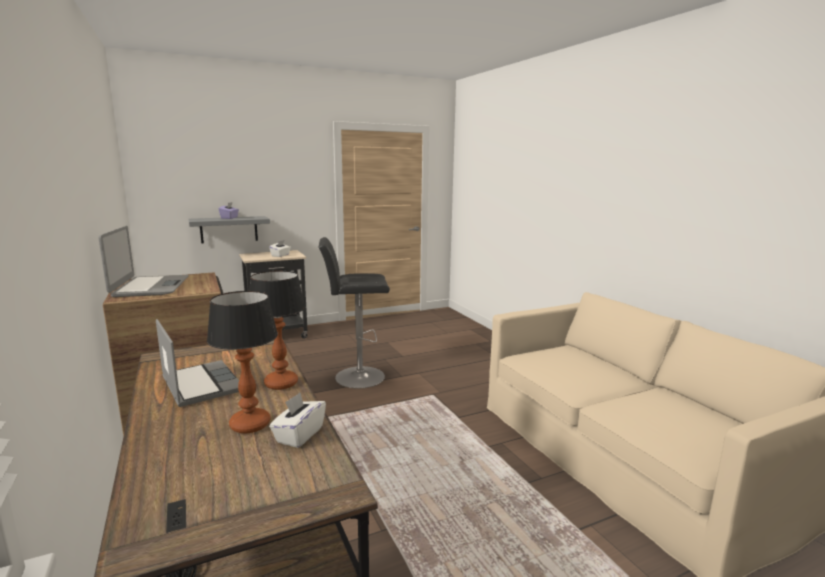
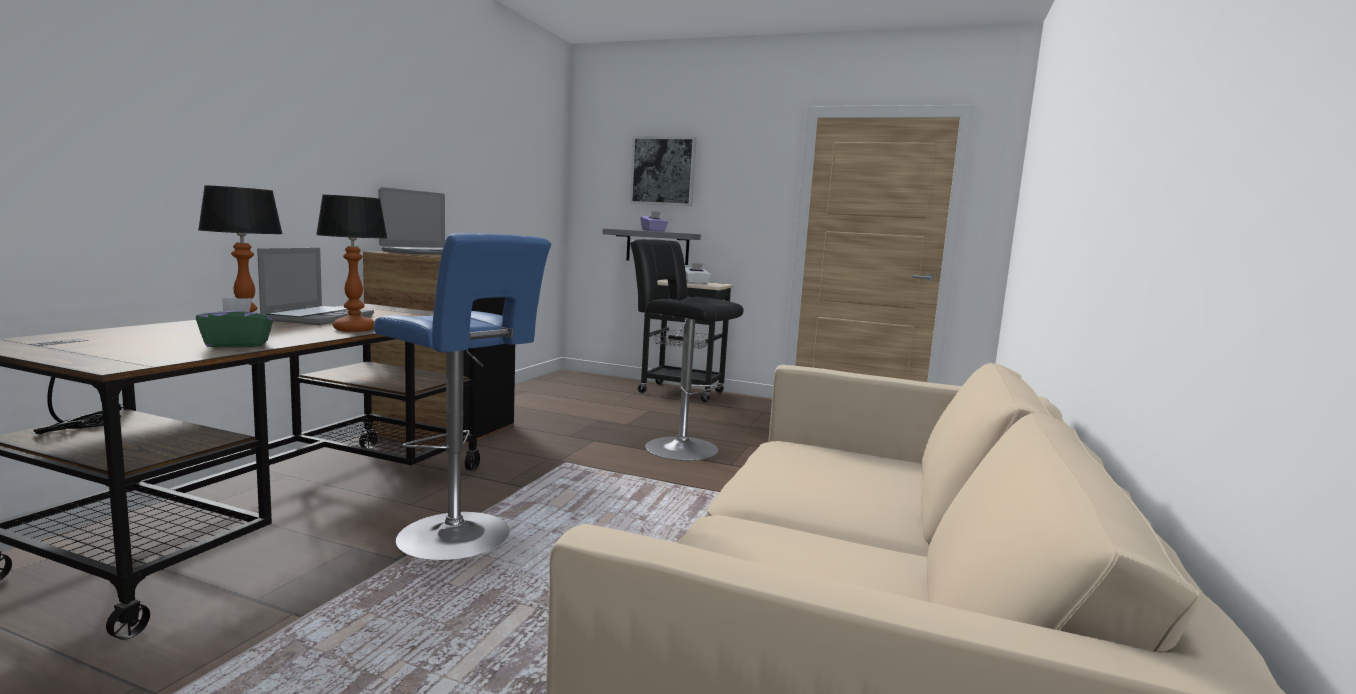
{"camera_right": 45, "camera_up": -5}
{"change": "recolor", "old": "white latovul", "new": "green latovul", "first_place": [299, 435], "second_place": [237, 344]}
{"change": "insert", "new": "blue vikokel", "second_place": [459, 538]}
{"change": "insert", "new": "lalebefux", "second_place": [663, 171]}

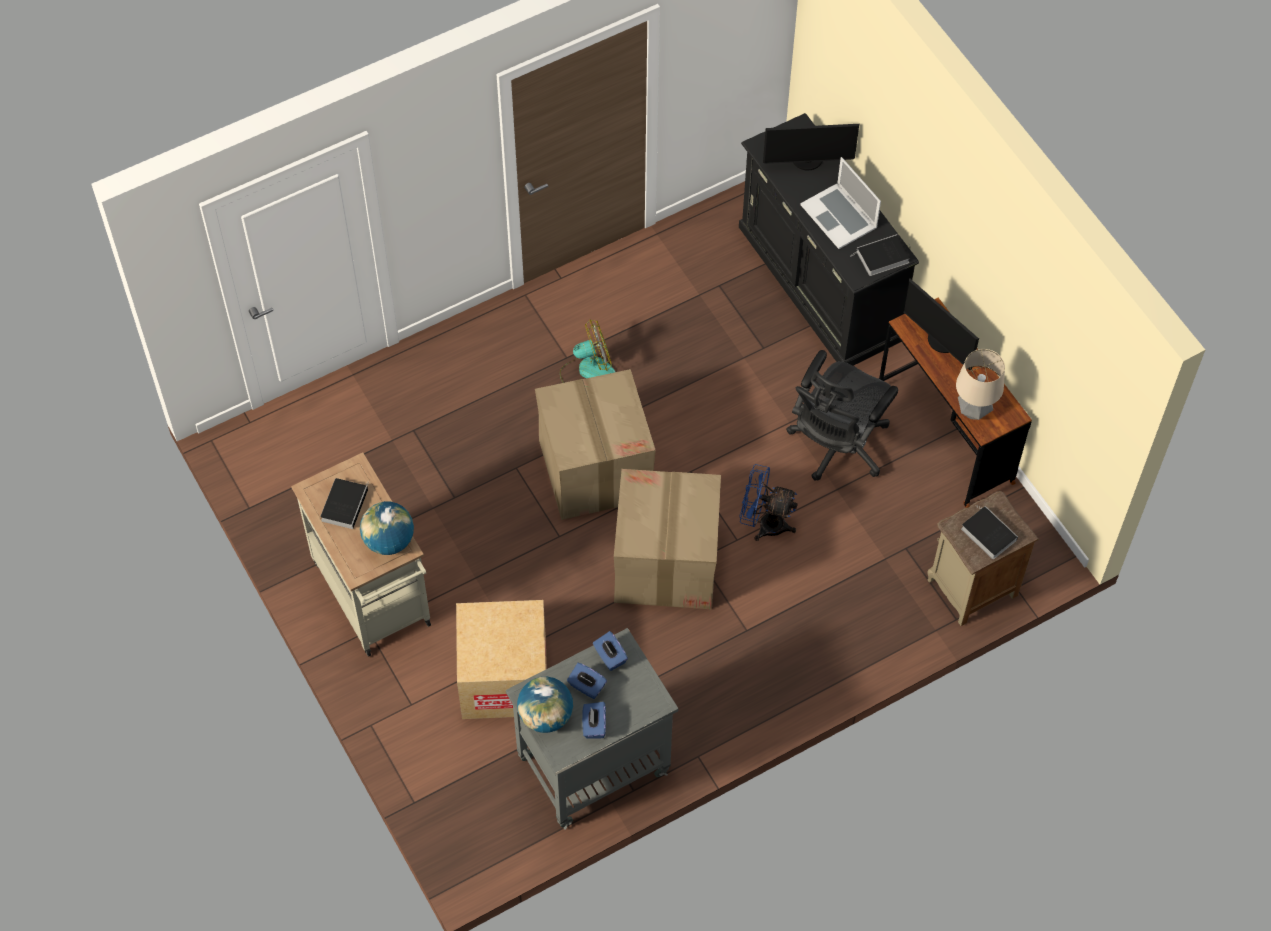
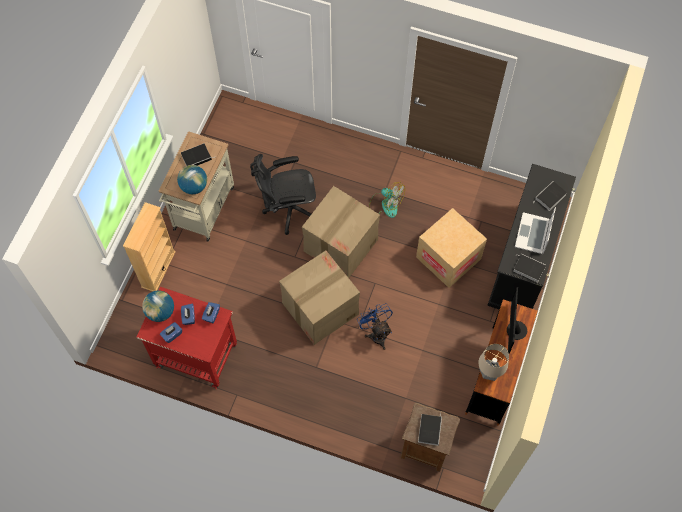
{"camera_right": 50, "camera_up": 5}
{"change": "move", "old": "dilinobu", "first_place": [504, 678], "second_place": [448, 258]}
{"change": "recolor", "old": "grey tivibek", "new": "red tivibek", "first_place": [592, 766], "second_place": [196, 356]}
{"change": "replace", "old": "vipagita", "new": "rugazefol", "first_place": [807, 160], "second_place": [550, 197]}
{"change": "move", "old": "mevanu", "first_place": [836, 447], "second_place": [287, 209]}
{"change": "insert", "new": "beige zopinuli", "second_place": [158, 269]}

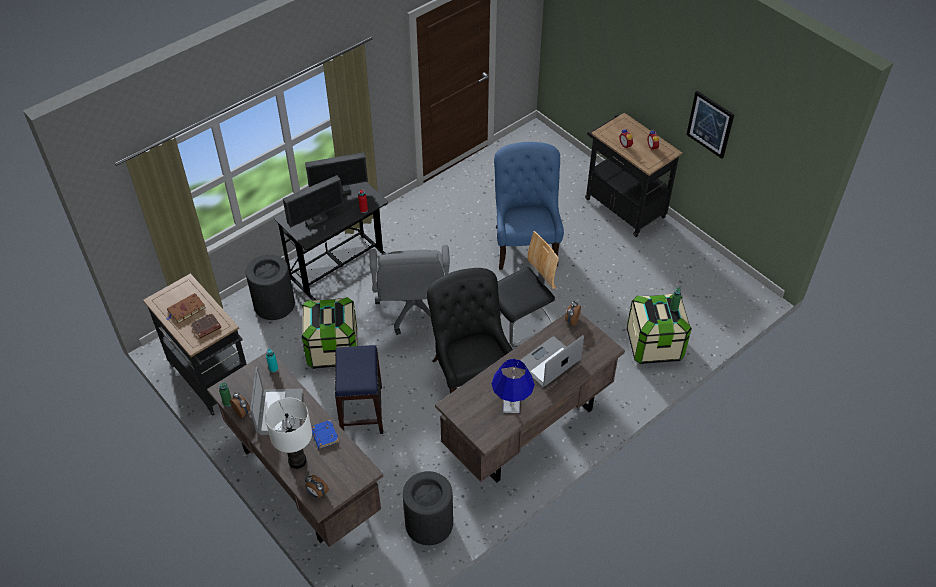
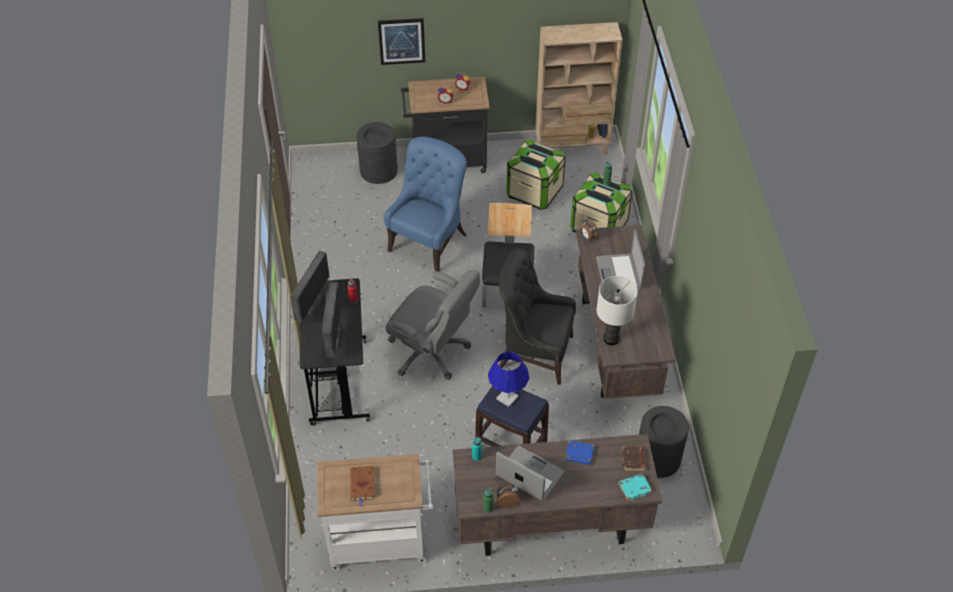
{"camera_right": -55, "camera_up": 0}
{"change": "recolor", "old": "black tivibek", "new": "white tivibek", "first_place": [212, 379], "second_place": [381, 542]}
{"change": "move", "old": "brown rugazefol", "first_place": [206, 328], "second_place": [634, 460]}
{"change": "move", "old": "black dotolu", "first_place": [274, 304], "second_place": [378, 170]}
{"change": "move", "old": "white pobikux", "first_place": [297, 460], "second_place": [611, 338]}
{"change": "move", "old": "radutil", "first_place": [333, 349], "second_place": [534, 192]}
{"change": "replace", "old": "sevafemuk", "new": "turquoise rugazefol", "first_place": [317, 493], "second_place": [635, 488]}
{"change": "move", "old": "blue pobikux", "first_place": [511, 406], "second_place": [507, 398]}
{"change": "rotate", "old": "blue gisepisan", "first_place": [525, 245], "second_place": [429, 242], "degrees": 90}
{"change": "move", "old": "lalebefux", "first_place": [710, 124], "second_place": [401, 41]}
{"change": "insert", "new": "beige zopinuli", "second_place": [572, 147]}

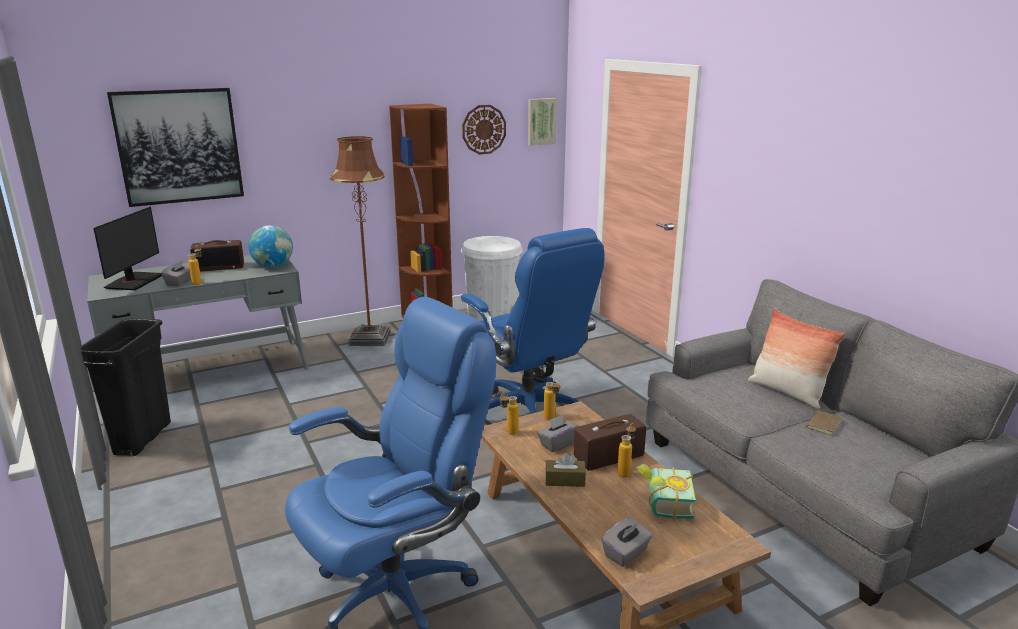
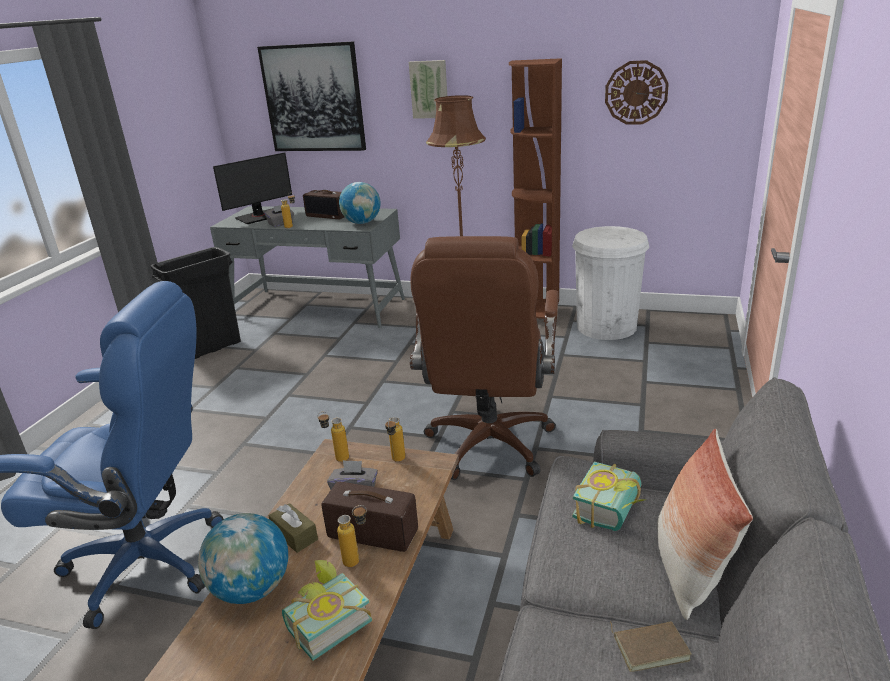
{"camera_right": 45, "camera_up": 5}
{"change": "recolor", "old": "blue mevanu", "new": "brown mevanu", "first_place": [529, 413], "second_place": [489, 446]}
{"change": "move", "old": "lalebefux", "first_place": [541, 121], "second_place": [429, 89]}
{"change": "delete", "old": "grey latovul", "first_place": [626, 553]}
{"change": "insert", "new": "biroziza", "second_place": [251, 589]}
{"change": "insert", "new": "rugazefol", "second_place": [613, 512]}

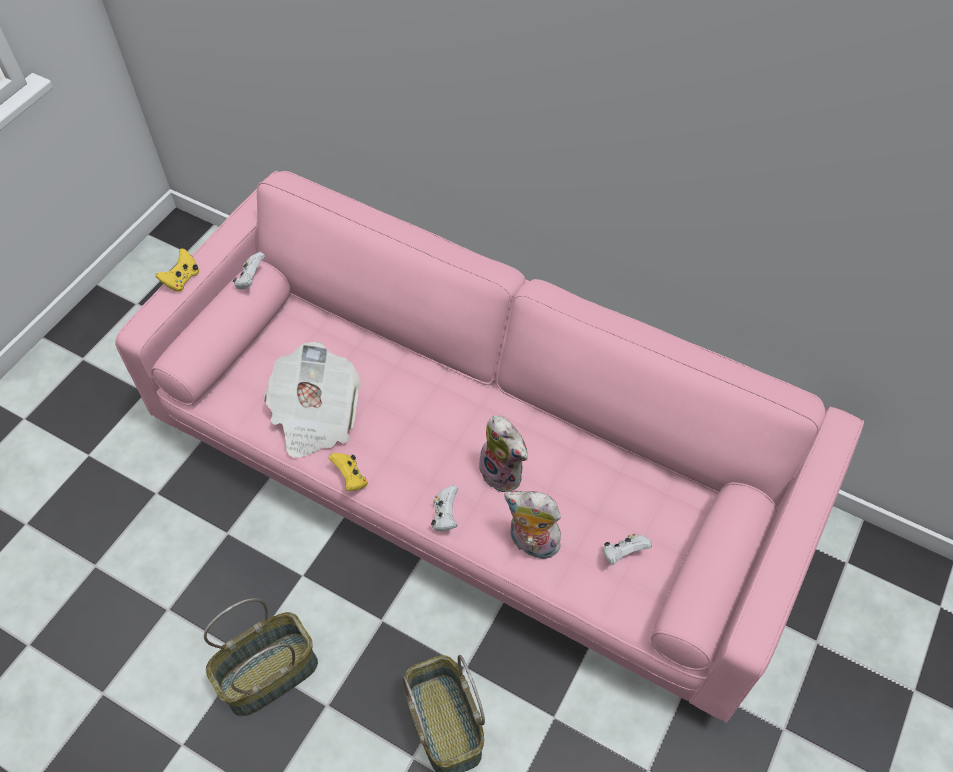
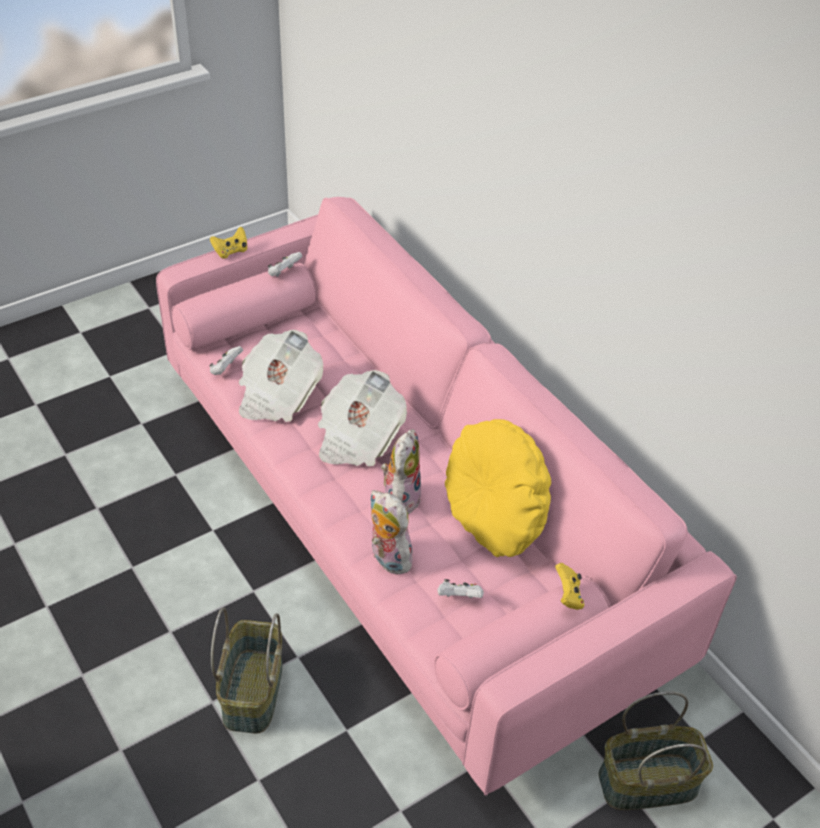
{"camera_right": 25, "camera_up": -10}
{"change": "move", "old": "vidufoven", "first_place": [269, 672], "second_place": [648, 781]}
{"change": "move", "old": "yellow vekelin", "first_place": [350, 478], "second_place": [568, 596]}
{"change": "move", "old": "white vekelin", "first_place": [445, 515], "second_place": [226, 369]}
{"change": "rotate", "old": "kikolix", "first_place": [504, 473], "second_place": [400, 497], "degrees": -150}
{"change": "insert", "new": "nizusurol", "second_place": [357, 437]}
{"change": "insert", "new": "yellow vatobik", "second_place": [492, 524]}

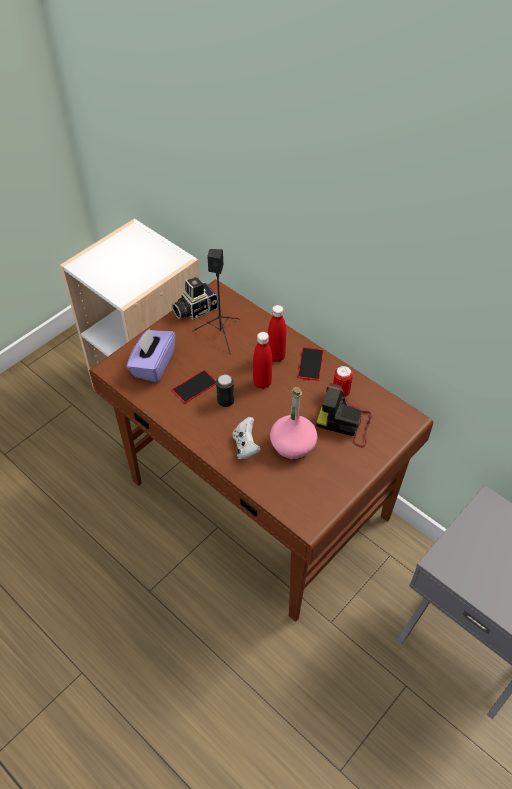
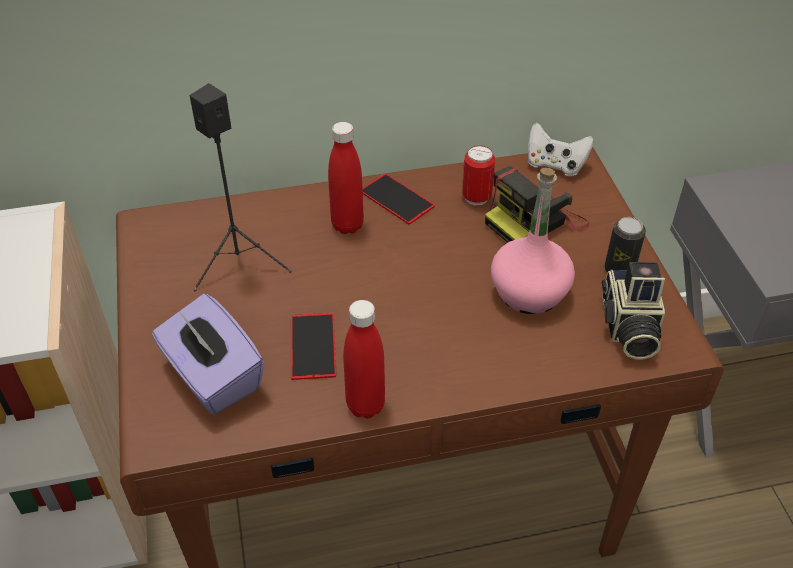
{"camera_right": -55, "camera_up": -5}
{"change": "move", "old": "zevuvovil", "first_place": [194, 309], "second_place": [628, 328]}
{"change": "move", "old": "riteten", "first_place": [225, 401], "second_place": [619, 269]}
{"change": "move", "old": "white vekelin", "first_place": [245, 446], "second_place": [555, 165]}
{"change": "move", "old": "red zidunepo", "first_place": [262, 383], "second_place": [365, 405]}

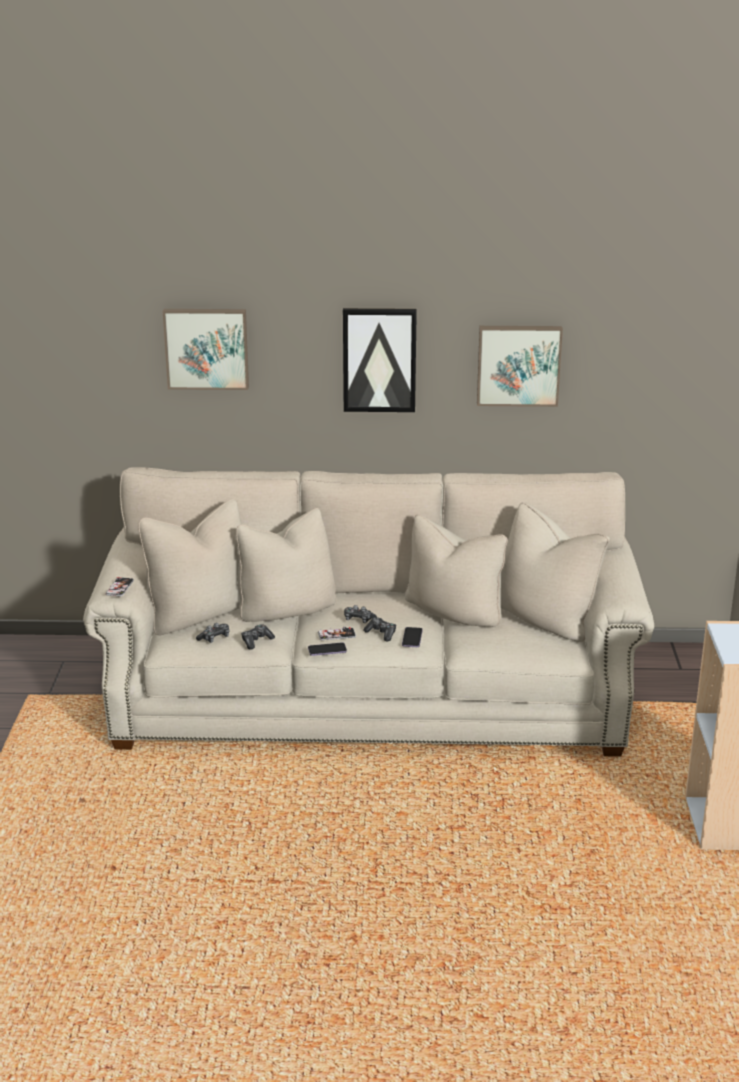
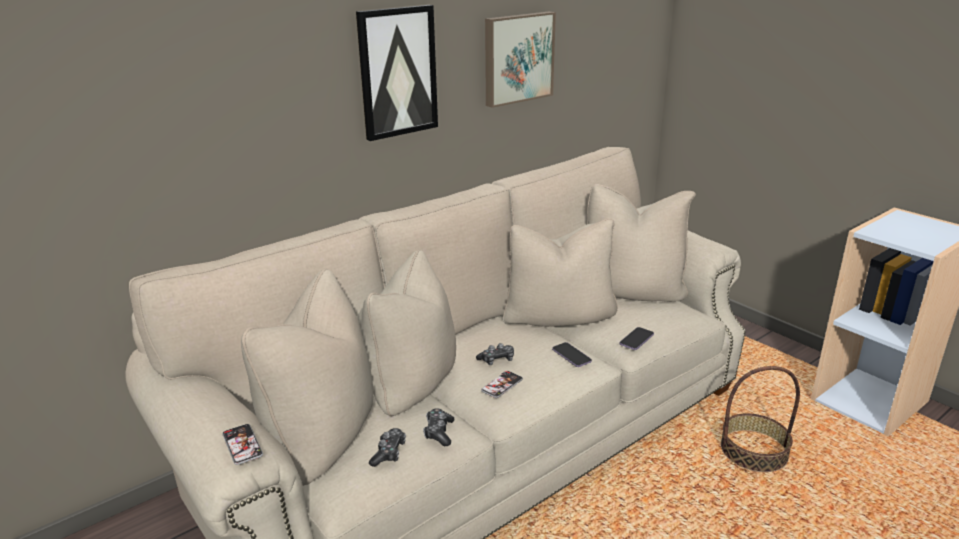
{"camera_right": -40, "camera_up": 0}
{"change": "delete", "old": "lalebefux", "first_place": [207, 348]}
{"change": "move", "old": "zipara", "first_place": [327, 650], "second_place": [636, 340]}
{"change": "delete", "old": "vekelin", "first_place": [381, 633]}
{"change": "insert", "new": "vidufoven", "second_place": [753, 451]}

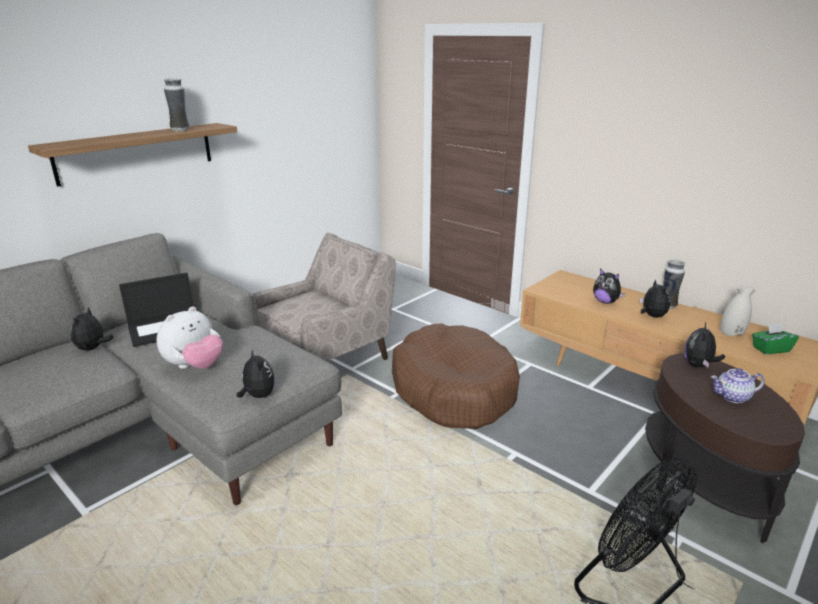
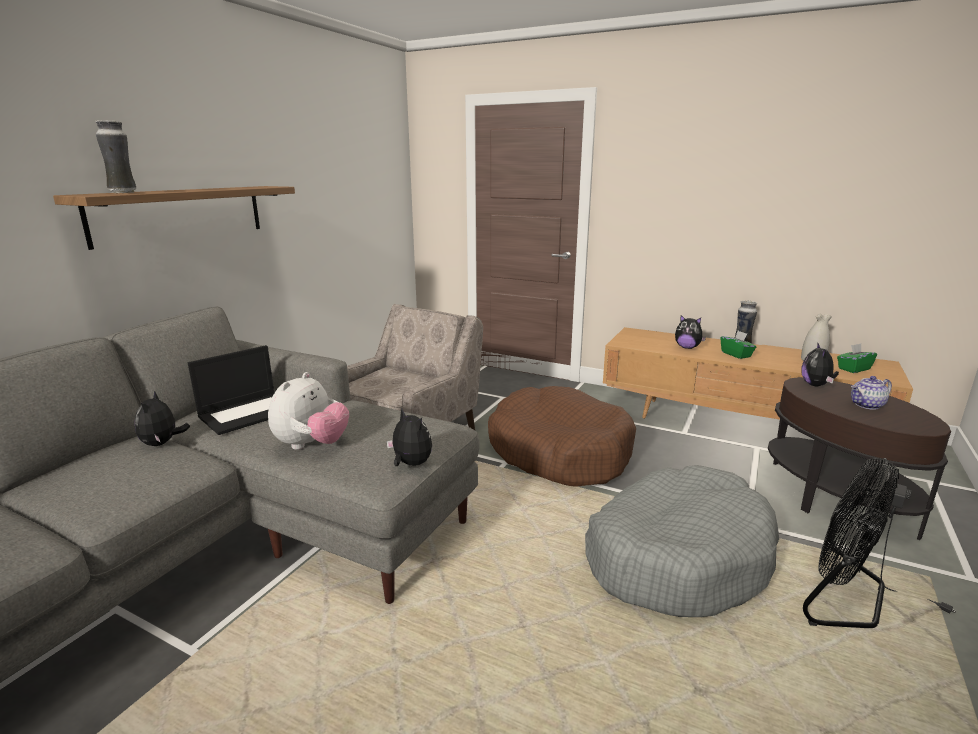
{"camera_right": -15, "camera_up": -5}
{"change": "move", "old": "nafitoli", "first_place": [180, 130], "second_place": [123, 192]}
{"change": "replace", "old": "kikolix", "new": "green latovul", "first_place": [652, 316], "second_place": [736, 354]}
{"change": "insert", "new": "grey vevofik", "second_place": [676, 556]}

